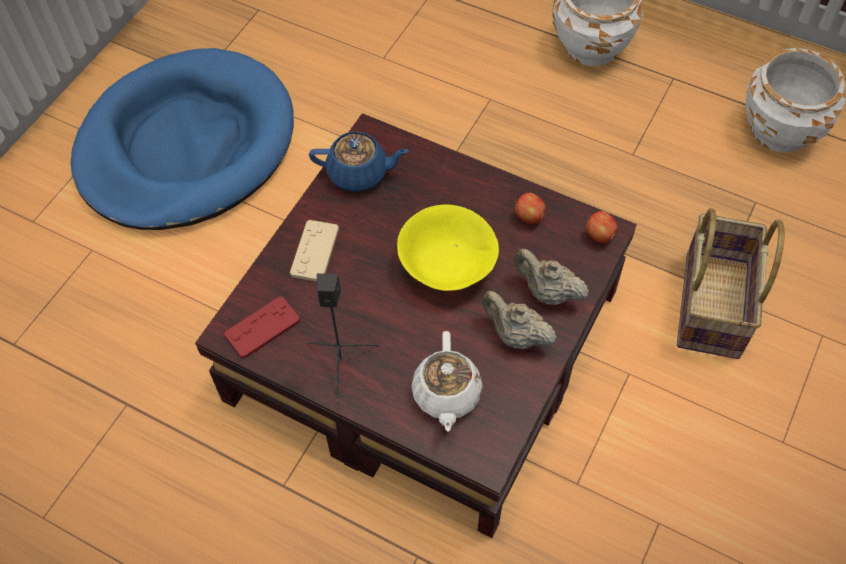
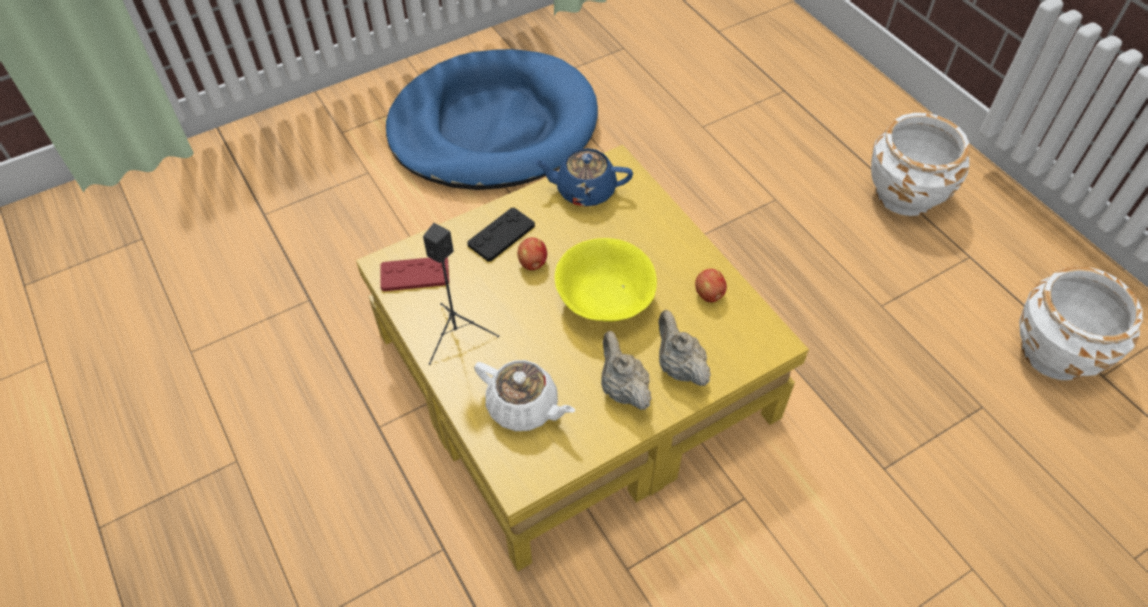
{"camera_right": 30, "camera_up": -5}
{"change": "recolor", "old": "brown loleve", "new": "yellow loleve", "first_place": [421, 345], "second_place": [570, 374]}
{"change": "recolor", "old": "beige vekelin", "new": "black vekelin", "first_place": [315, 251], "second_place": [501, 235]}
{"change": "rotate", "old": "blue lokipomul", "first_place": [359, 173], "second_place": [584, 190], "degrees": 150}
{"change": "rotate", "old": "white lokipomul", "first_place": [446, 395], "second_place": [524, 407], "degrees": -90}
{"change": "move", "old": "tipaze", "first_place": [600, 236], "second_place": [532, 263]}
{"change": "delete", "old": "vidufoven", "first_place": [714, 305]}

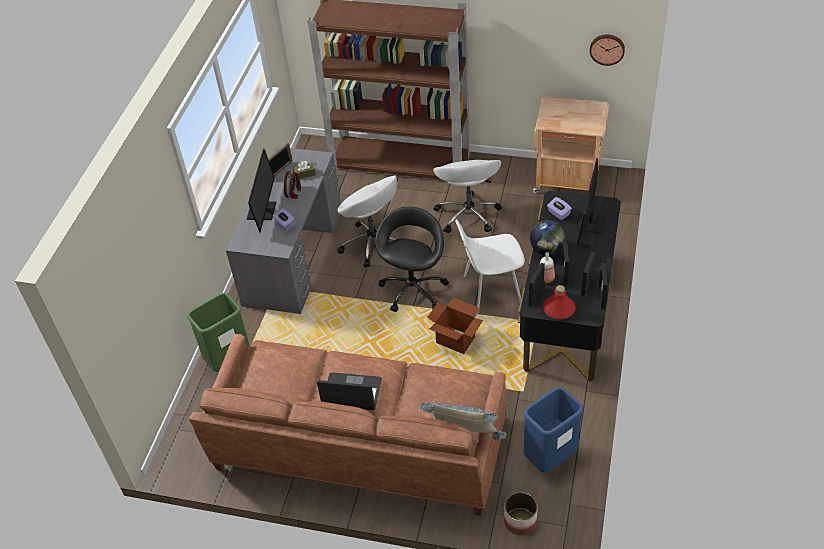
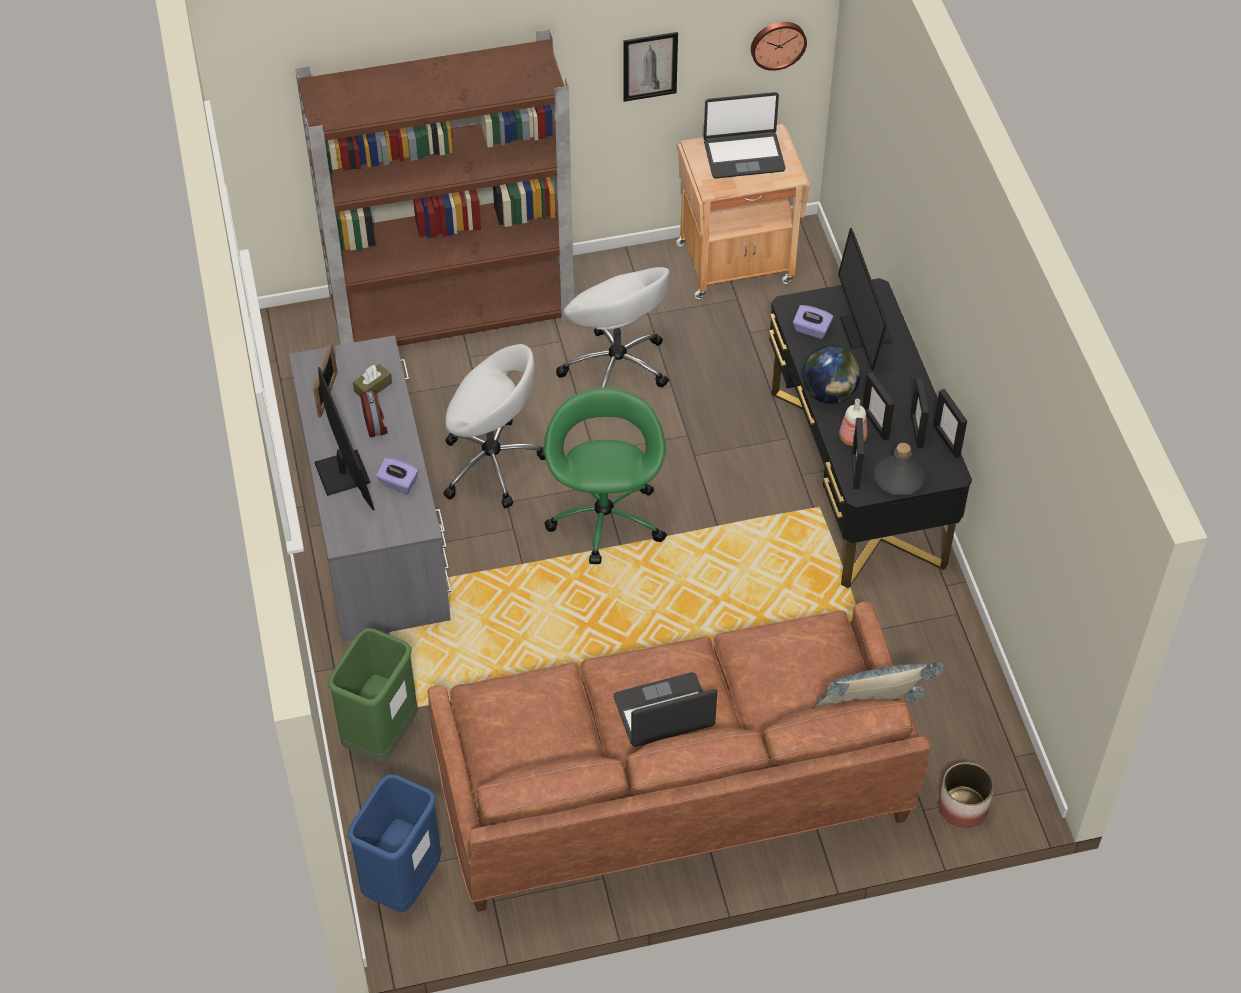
{"camera_right": -30, "camera_up": 5}
{"change": "recolor", "old": "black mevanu", "new": "green mevanu", "first_place": [414, 290], "second_place": [605, 519]}
{"change": "delete", "old": "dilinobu", "first_place": [456, 340]}
{"change": "delete", "old": "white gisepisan", "first_place": [490, 289]}
{"change": "move", "old": "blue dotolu", "first_place": [550, 457], "second_place": [402, 882]}
{"change": "recolor", "old": "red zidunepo", "new": "grey zidunepo", "first_place": [558, 309], "second_place": [898, 479]}
{"change": "insert", "new": "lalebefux", "second_place": [650, 66]}
{"change": "insert", "new": "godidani", "second_place": [743, 155]}

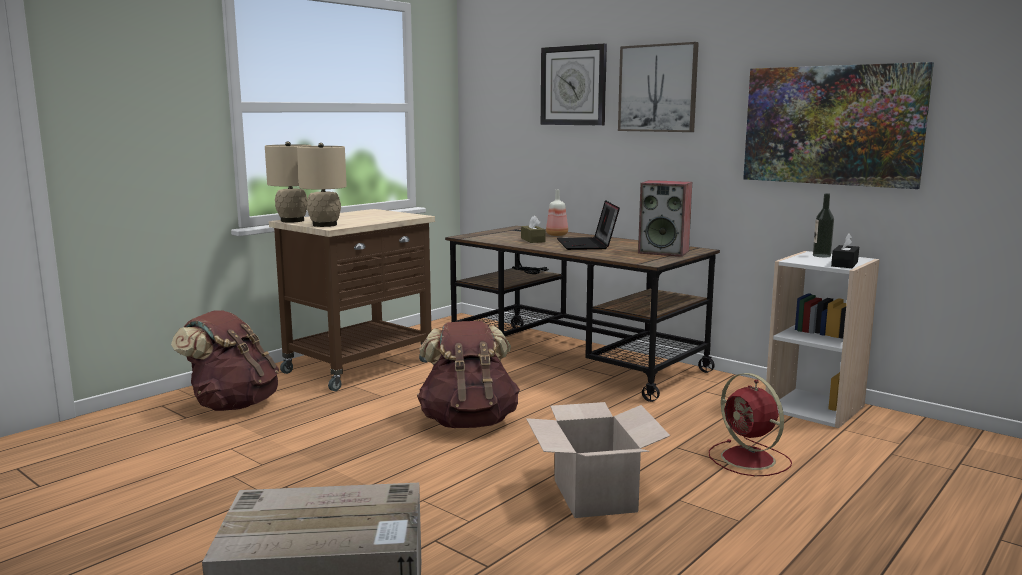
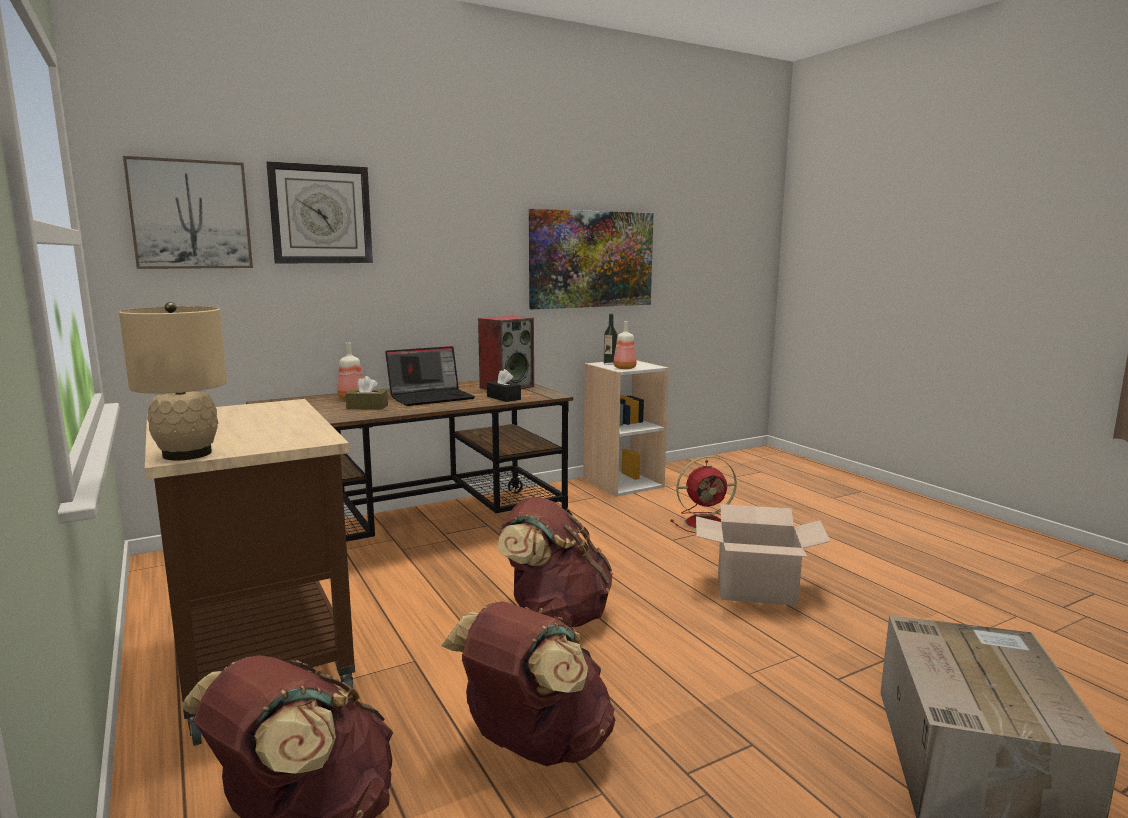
{"camera_right": -70, "camera_up": 0}
{"change": "delete", "old": "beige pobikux", "first_place": [325, 225]}
{"change": "rotate", "old": "godidani", "first_place": [587, 245], "second_place": [432, 397], "degrees": -45}
{"change": "move", "old": "lalebefux", "first_place": [658, 88], "second_place": [190, 215]}
{"change": "move", "old": "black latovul", "first_place": [844, 264], "second_place": [503, 398]}
{"change": "insert", "new": "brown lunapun", "second_place": [533, 747]}
{"change": "insert", "new": "zidunepo", "second_place": [625, 368]}

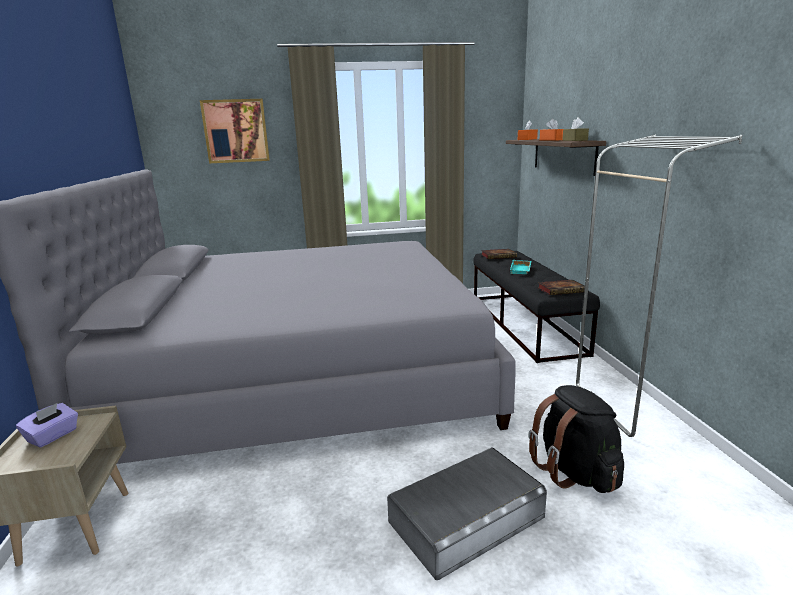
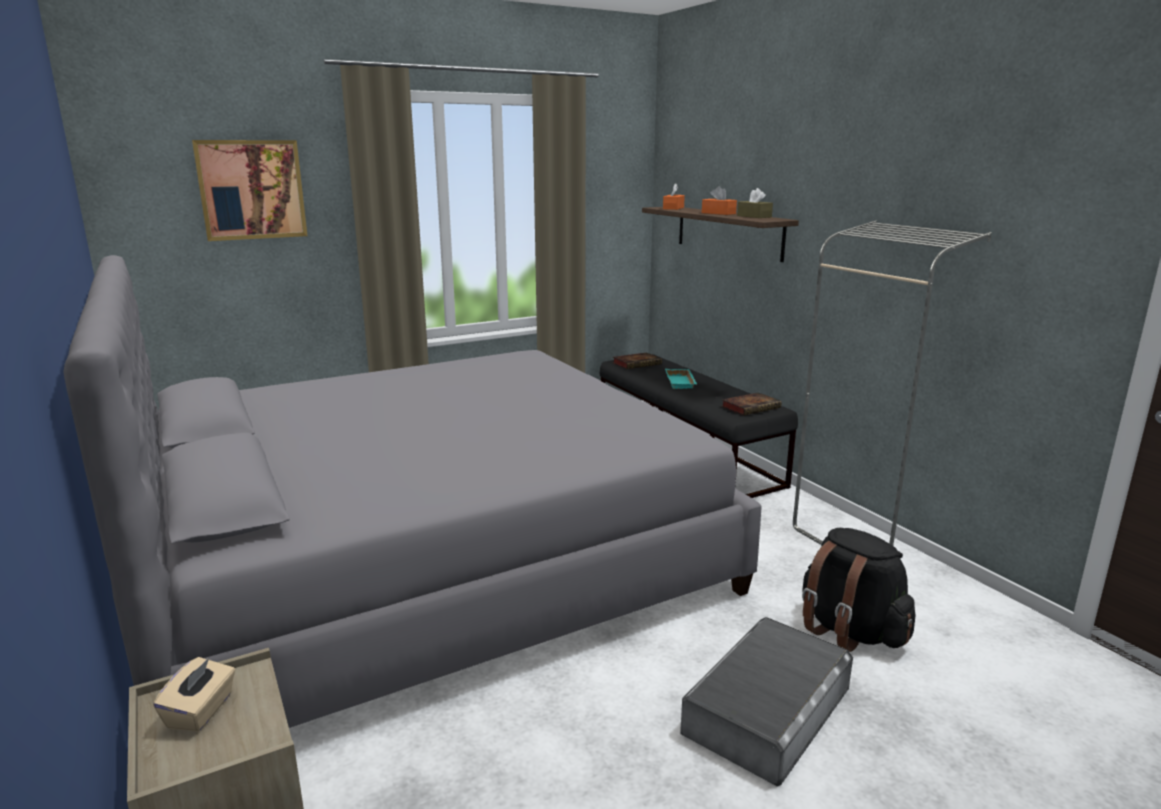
{"camera_right": -20, "camera_up": 0}
{"change": "recolor", "old": "purple latovul", "new": "beige latovul", "first_place": [53, 436], "second_place": [201, 711]}

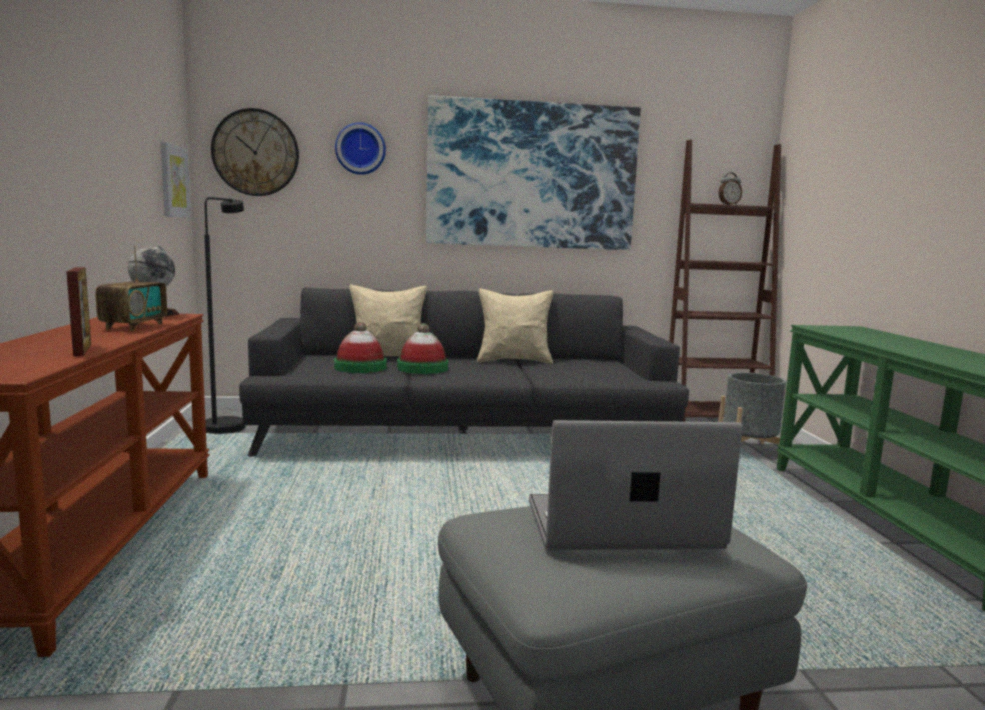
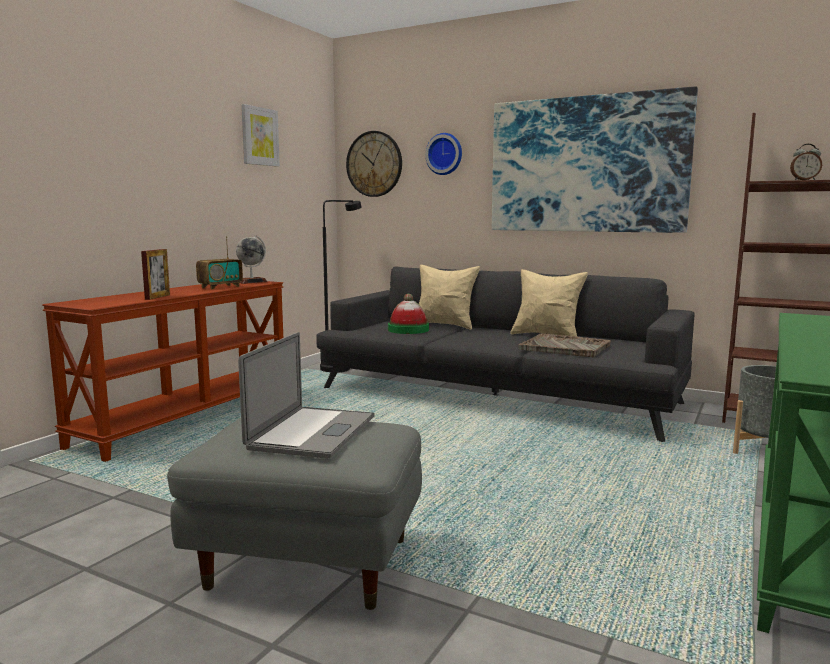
{"camera_right": 35, "camera_up": 0}
{"change": "move", "old": "lalebefux", "first_place": [173, 181], "second_place": [259, 136]}
{"change": "delete", "old": "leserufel", "first_place": [422, 368]}
{"change": "rotate", "old": "godidani", "first_place": [621, 524], "second_place": [312, 432], "degrees": 75}
{"change": "insert", "new": "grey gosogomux", "second_place": [565, 347]}

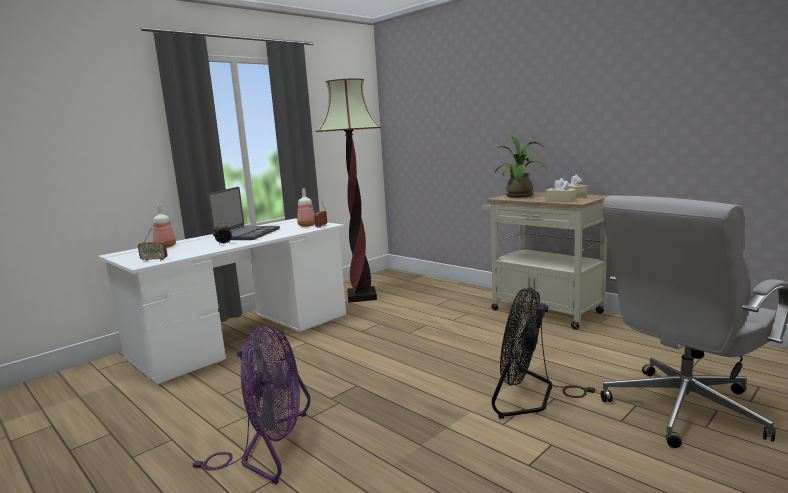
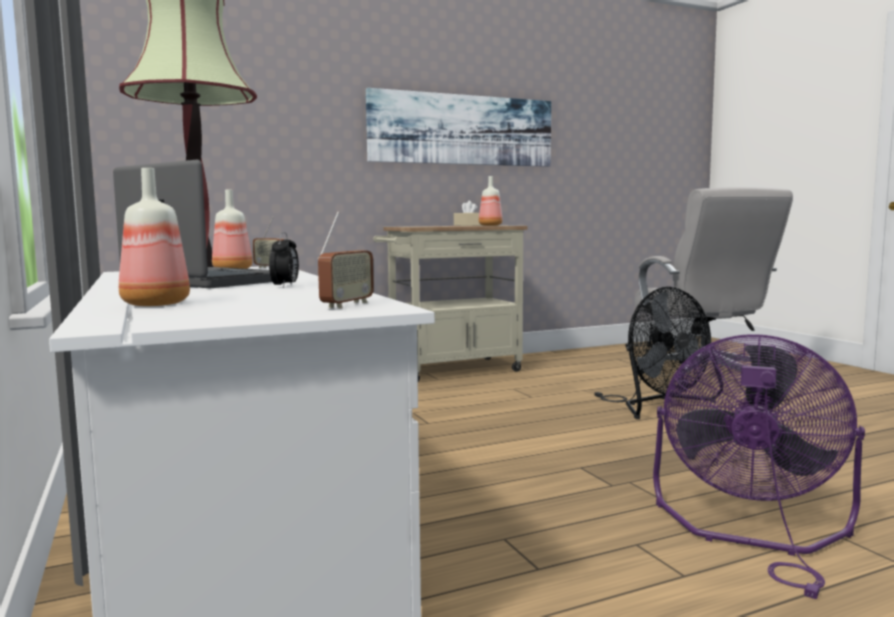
{"camera_right": -70, "camera_up": -5}
{"change": "delete", "old": "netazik", "first_place": [520, 196]}
{"change": "rotate", "old": "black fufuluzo", "first_place": [532, 394], "second_place": [656, 405], "degrees": -75}
{"change": "replace", "old": "beige latovul", "new": "zidunepo", "first_place": [560, 200], "second_place": [490, 225]}
{"change": "insert", "new": "lalebefux", "second_place": [462, 130]}

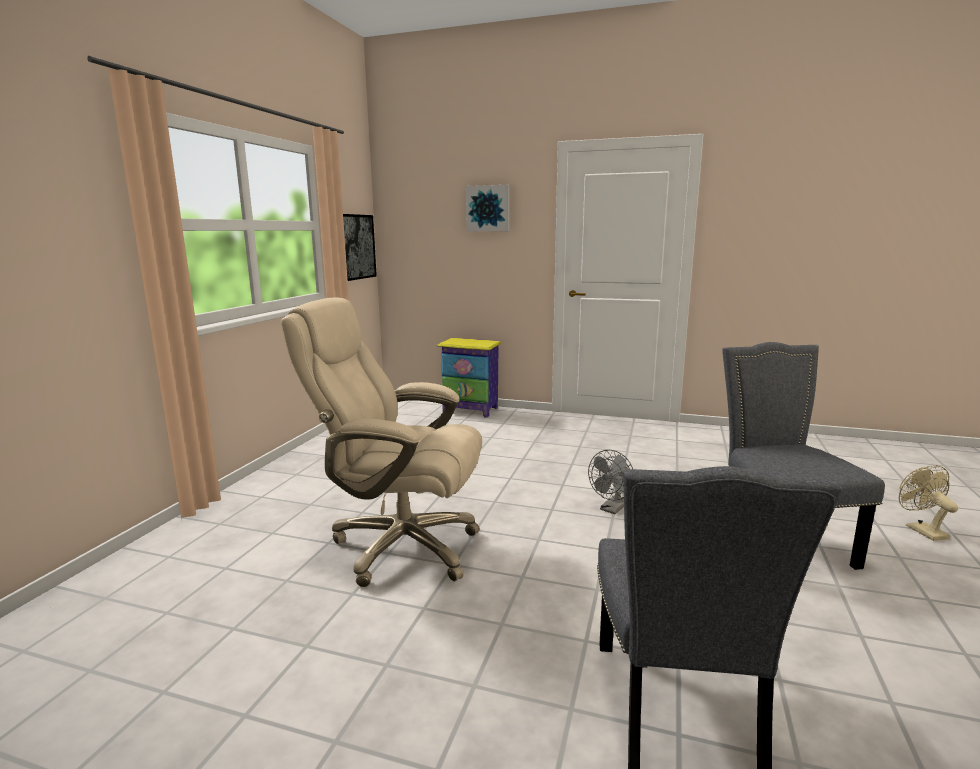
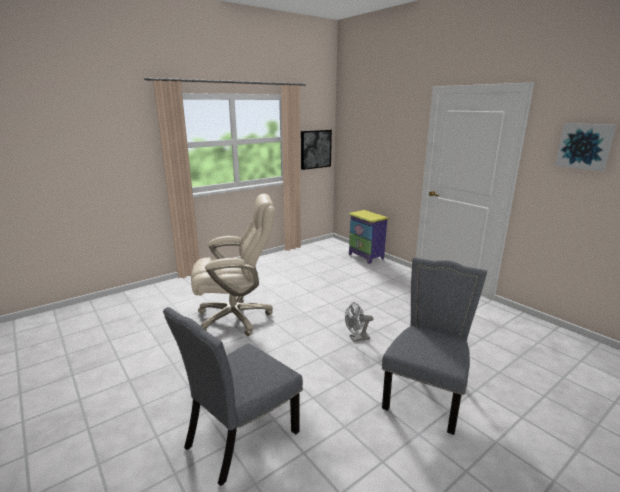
{"camera_right": 35, "camera_up": 5}
{"change": "rotate", "old": "beige mevanu", "first_place": [401, 546], "second_place": [237, 319], "degrees": 120}
{"change": "move", "old": "lalebefux", "first_place": [488, 208], "second_place": [585, 146]}
{"change": "delete", "old": "beige fufuluzo", "first_place": [921, 530]}

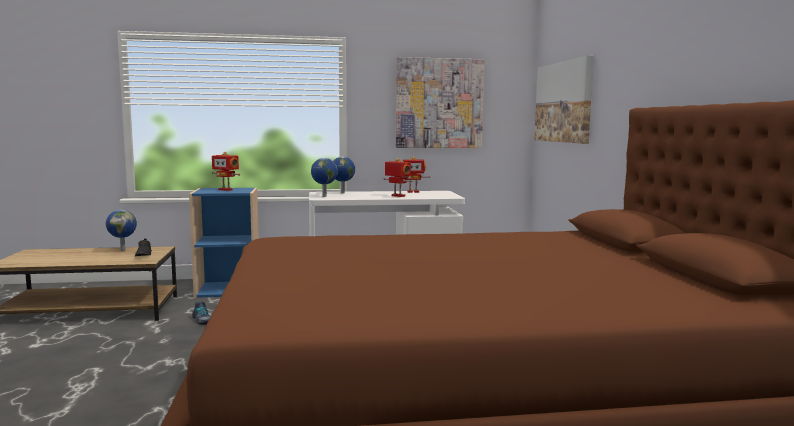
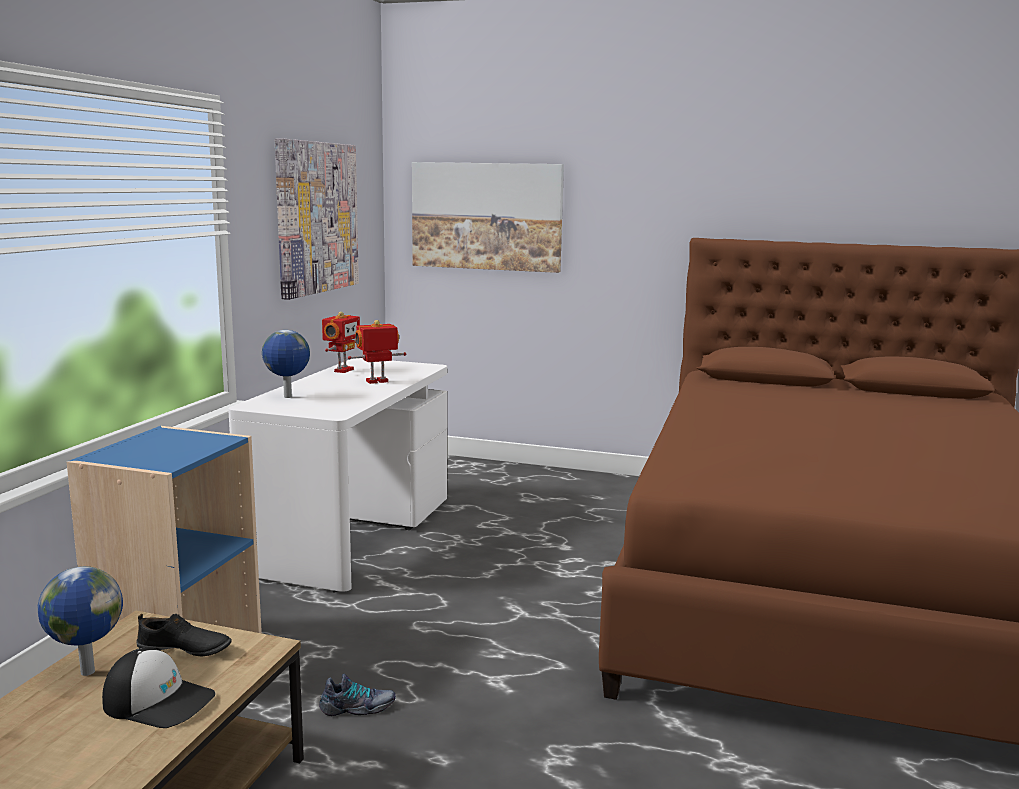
{"camera_right": -65, "camera_up": 5}
{"change": "delete", "old": "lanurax", "first_place": [226, 190]}
{"change": "delete", "old": "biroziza", "first_place": [323, 196]}
{"change": "insert", "new": "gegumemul", "second_place": [159, 701]}

